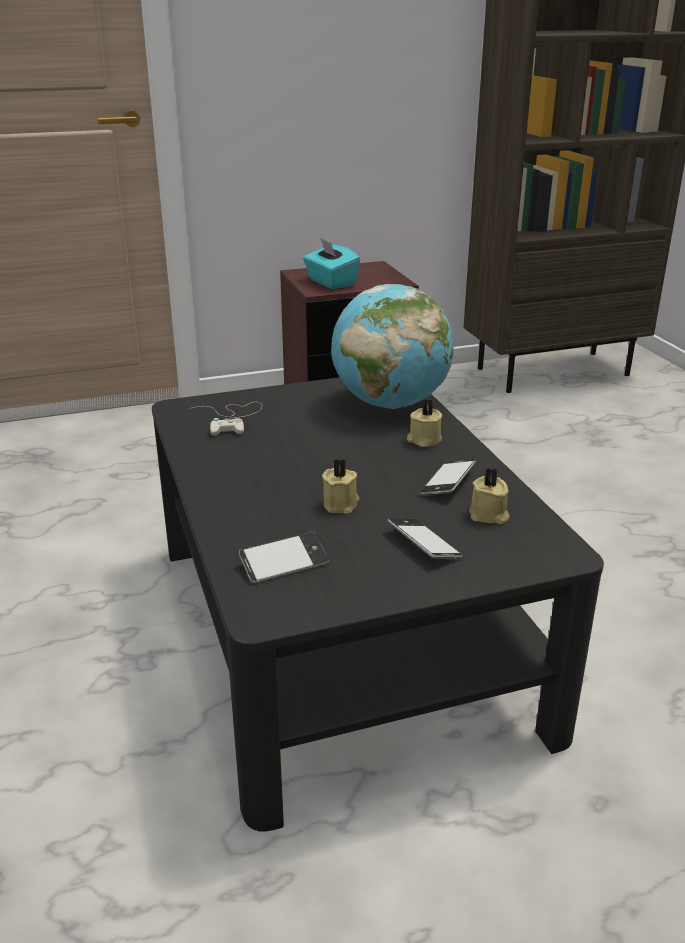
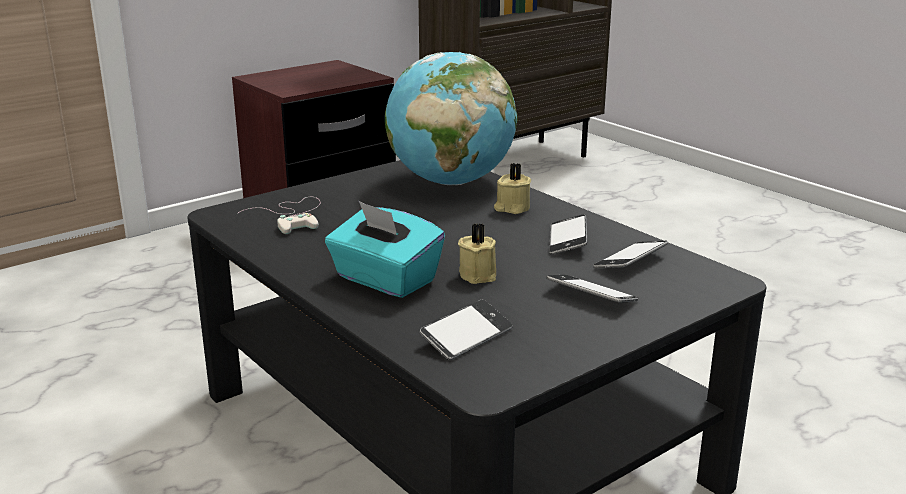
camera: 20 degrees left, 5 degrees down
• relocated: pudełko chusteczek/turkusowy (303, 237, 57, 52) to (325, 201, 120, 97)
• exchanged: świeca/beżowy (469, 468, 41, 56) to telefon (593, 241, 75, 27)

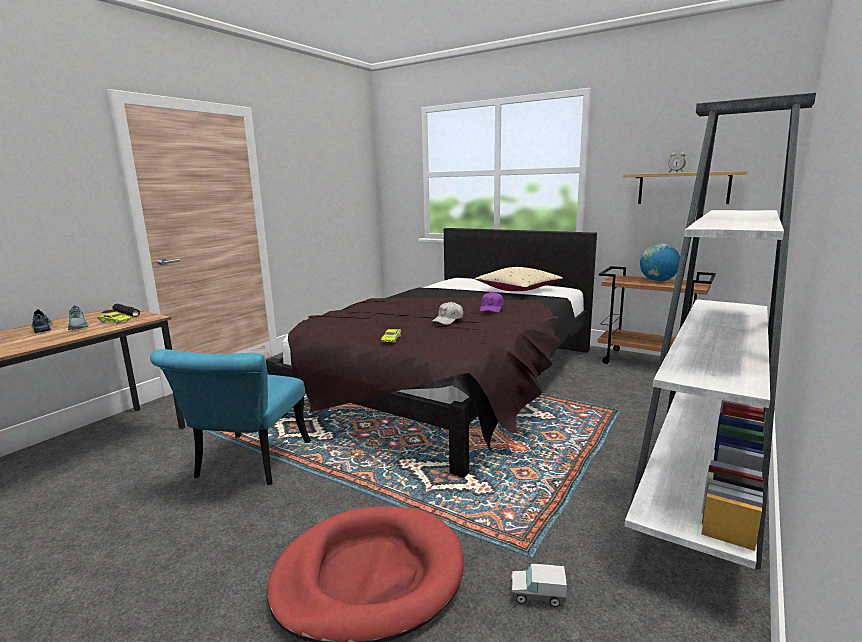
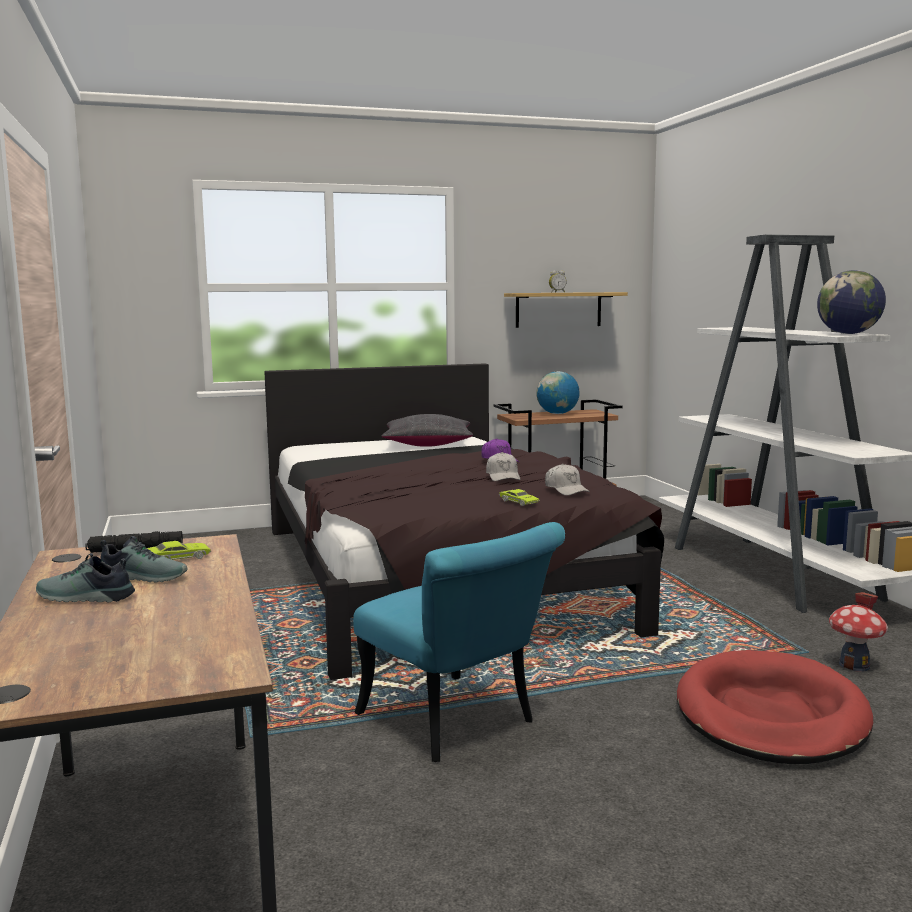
camera: 50 degrees left, 5 degrees down
• colour: poduszka/beżowy (475, 267, 88, 24) to poduszka/czarny (382, 414, 91, 33)
• exchanged: ciężarówka zabawkowa (512, 564, 55, 43) to domek (829, 592, 59, 80)
• appeared: globus (817, 270, 69, 64)
• appeared: czapka z daszkiem/biały (545, 464, 45, 32)

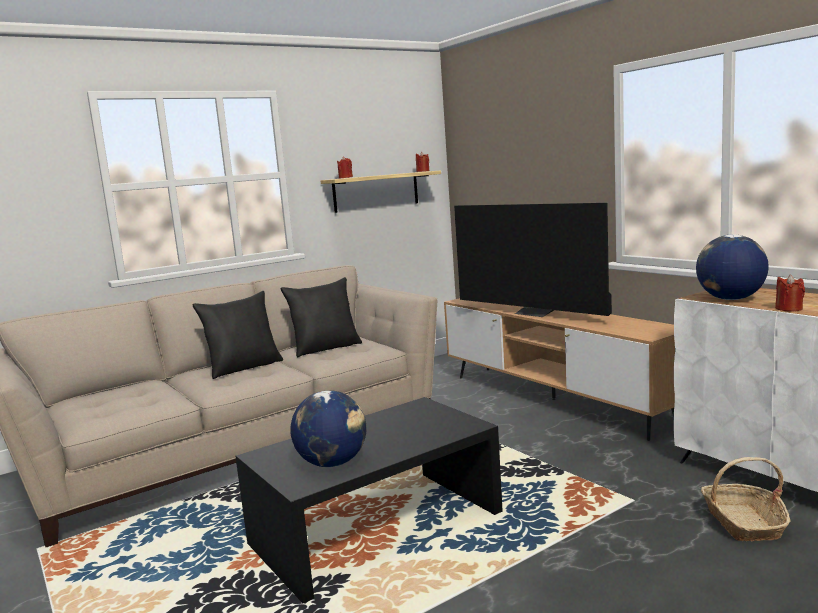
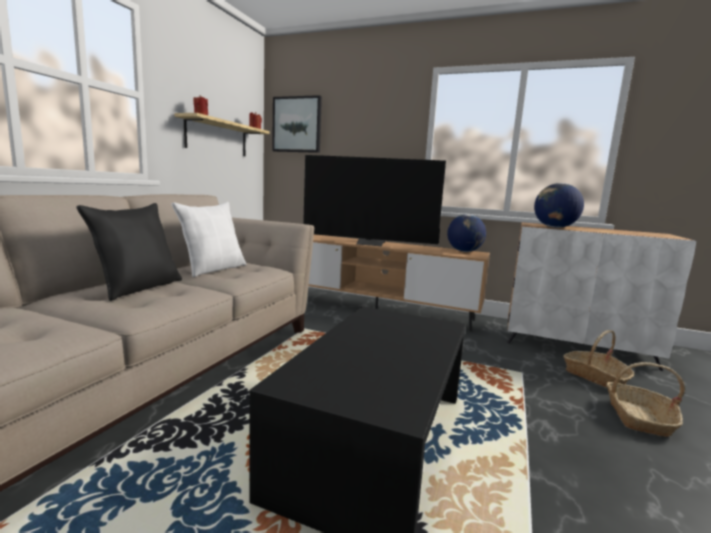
camera: 35 degrees left, 0 degrees up
• missing: świeca/czerwony (775, 275, 30, 37)
• colour: poduszka/czarny (281, 277, 81, 80) to poduszka/biały (172, 202, 74, 75)
• relocated: globus (290, 390, 76, 77) to (447, 214, 39, 38)
• appeared: obraz (272, 95, 50, 58)
• appeared: koszyk (606, 362, 79, 75)

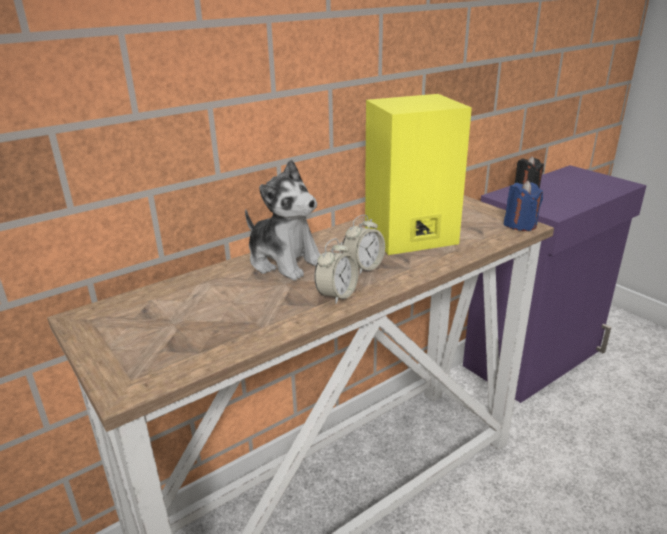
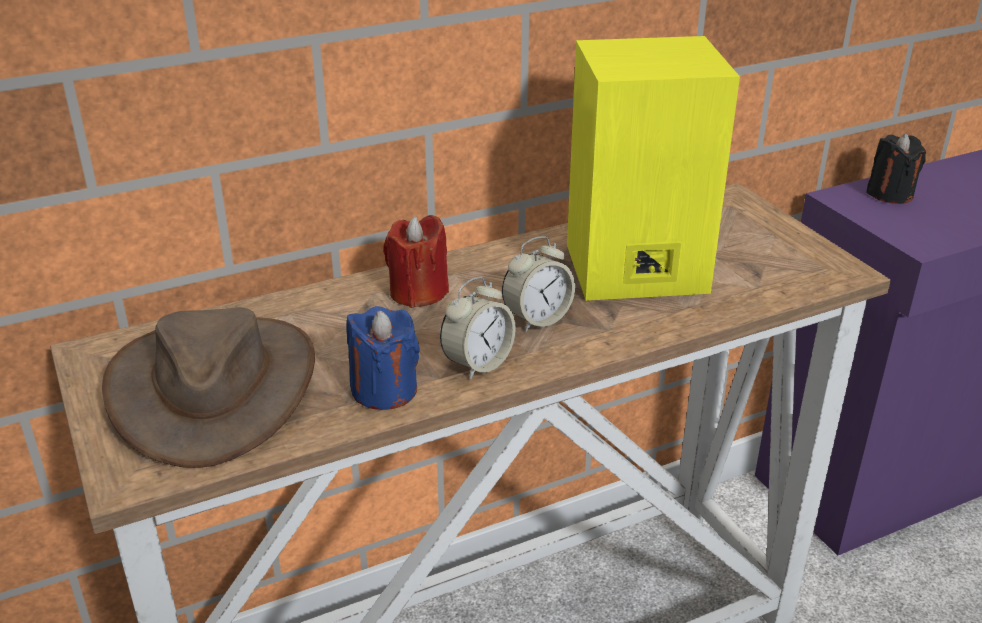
camera: 10 degrees right, 5 degrees up
• exchanged: pluszak (245, 160, 76, 121) to świeca/czerwony (383, 215, 66, 93)
• relocated: świeca/niebieski (504, 181, 39, 50) to (346, 306, 74, 104)
• appeared: kapelusz/brązowy (102, 307, 213, 161)

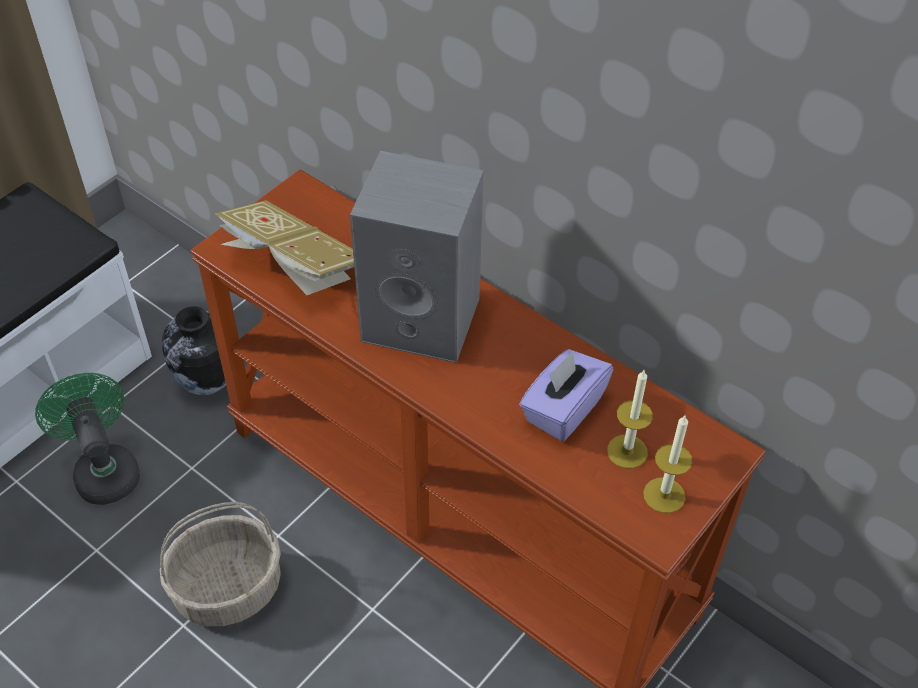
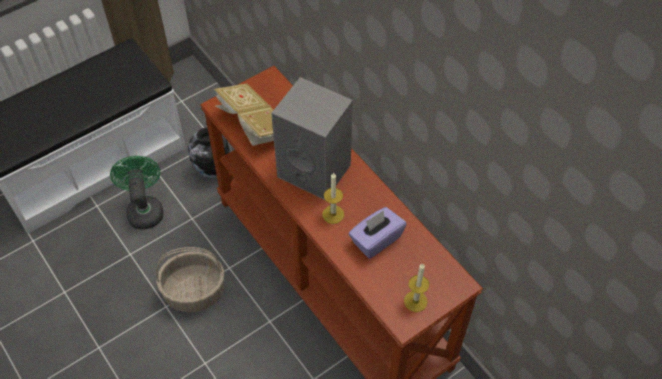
camera: 15 degrees right, 5 degrees up
• relocated: świeca (607, 370, 46, 99) to (322, 172, 22, 52)

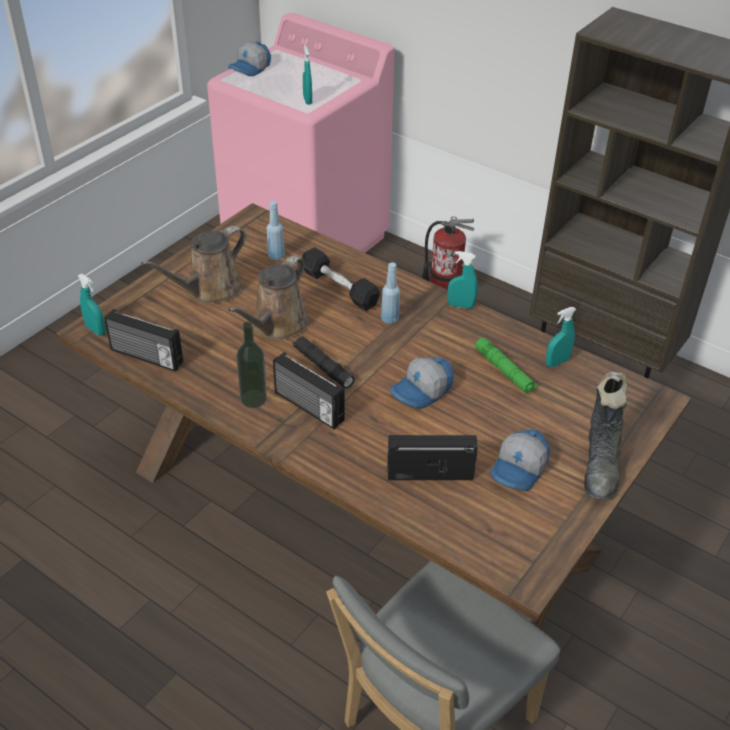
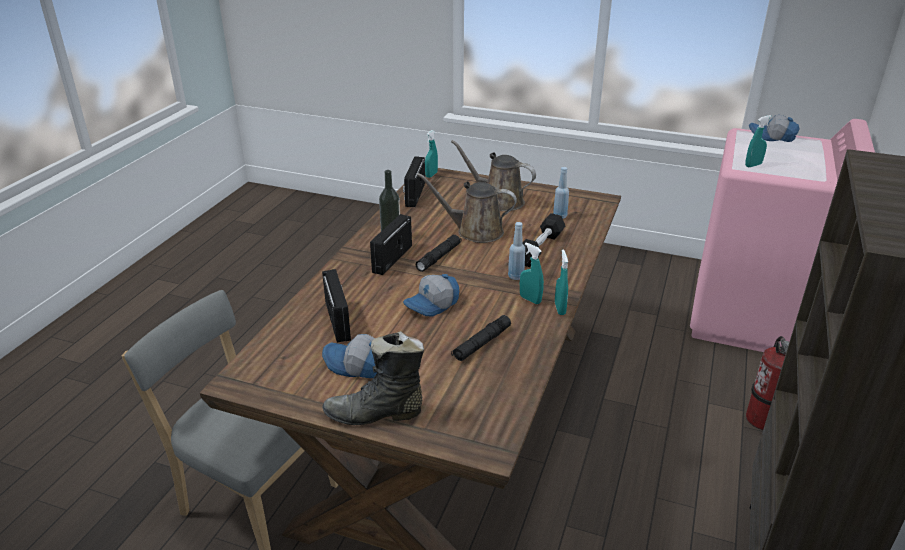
camera: 75 degrees right, 10 degrees down
• relocated: spryskiwacz/turkusowy (546, 307, 30, 60) to (520, 243, 24, 61)
• colour: latarka/zielony (475, 338, 62, 56) to latarka/czarny (451, 315, 60, 46)
• spun: czapka z daszkiem (390, 357, 64, 52) = (403, 274, 56, 42) 75 degrees counterclockwise

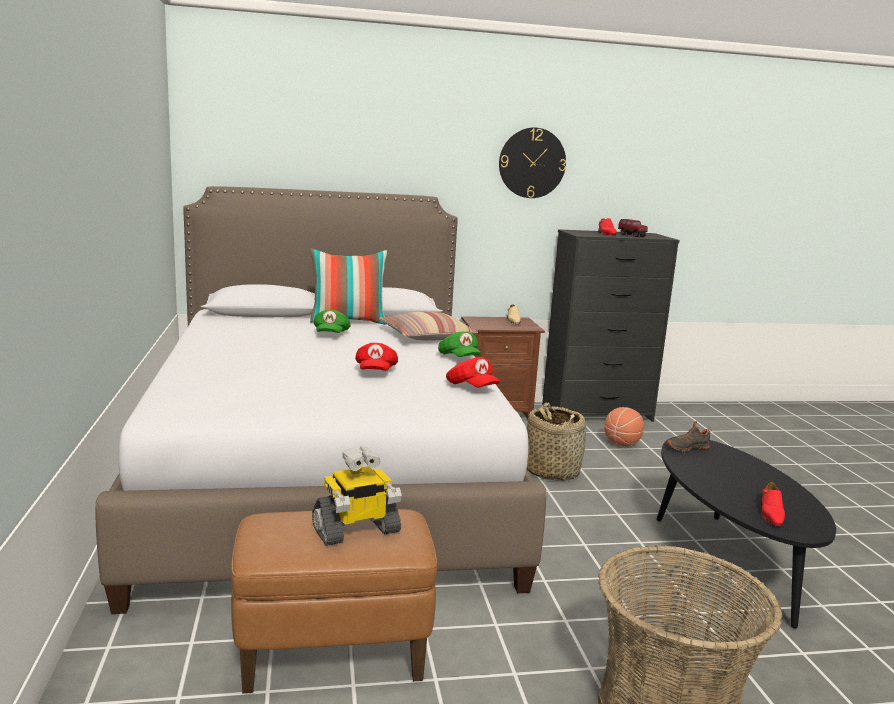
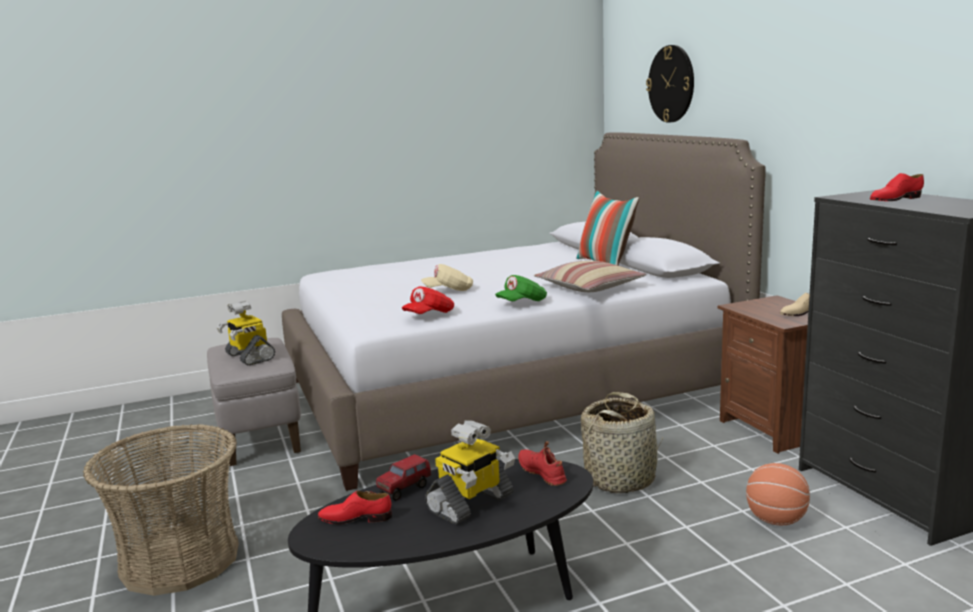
camera: 80 degrees right, 0 degrees up
• relocated: zegar ścienny (499, 127, 67, 71) to (646, 45, 48, 78)
• relocated: ciężarówka zabawkowa (618, 219, 30, 18) to (376, 454, 55, 47)
• missing: czapka z daszkiem/zielony (314, 310, 36, 23)
• colour: czapka z daszkiem/czerwony (355, 343, 43, 28) to czapka z daszkiem/beżowy (421, 264, 52, 27)
• colour: but/czarny (666, 421, 46, 31) to but/czerwony (518, 441, 49, 45)
• colour: pufa/brązowy (231, 509, 206, 185) to pufa/szary (207, 338, 94, 128)
• appeared: robot zabawkowy (425, 420, 90, 105)

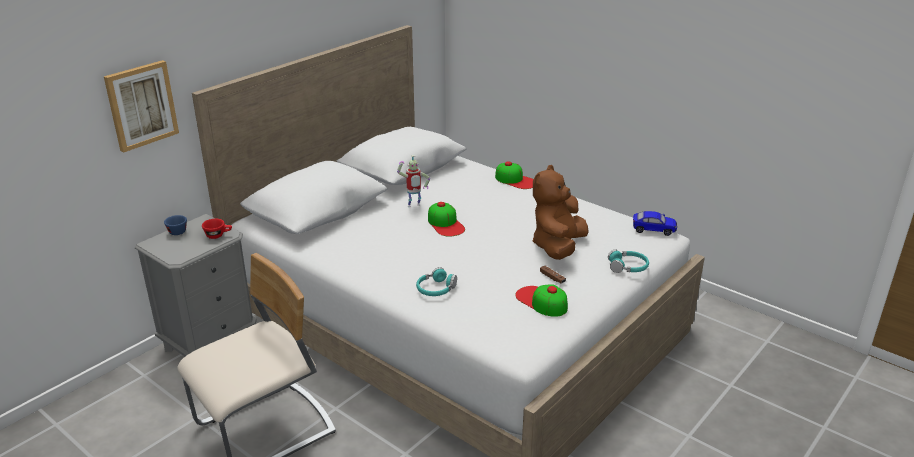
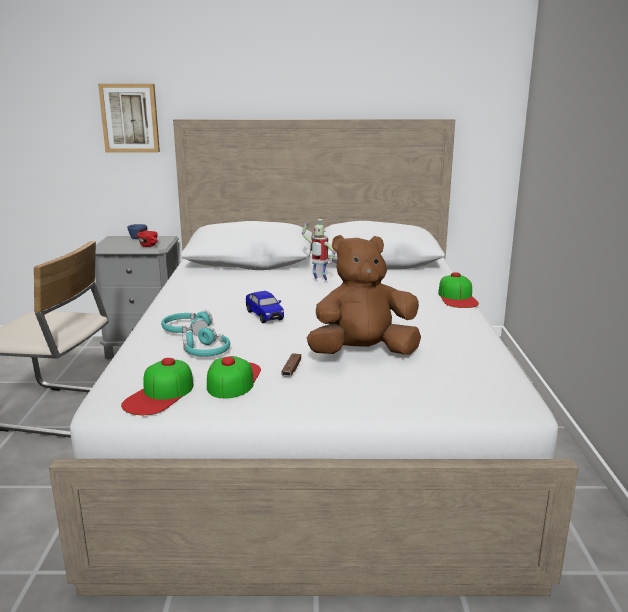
camera: 50 degrees right, 10 degrees down
• relocated: czapka z daszkiem (428, 202, 37, 35) to (121, 358, 73, 57)
• relocated: samochodzik (633, 211, 44, 25) to (246, 291, 38, 32)
• relocated: słuchawki/turkusowy (608, 249, 41, 24) to (182, 326, 48, 30)

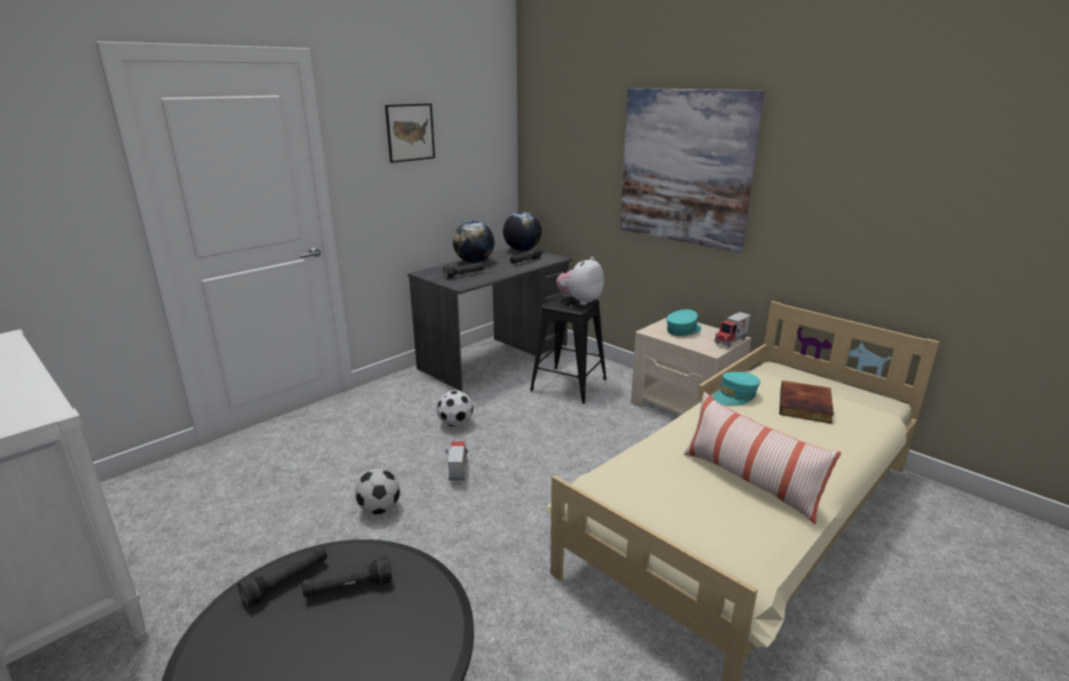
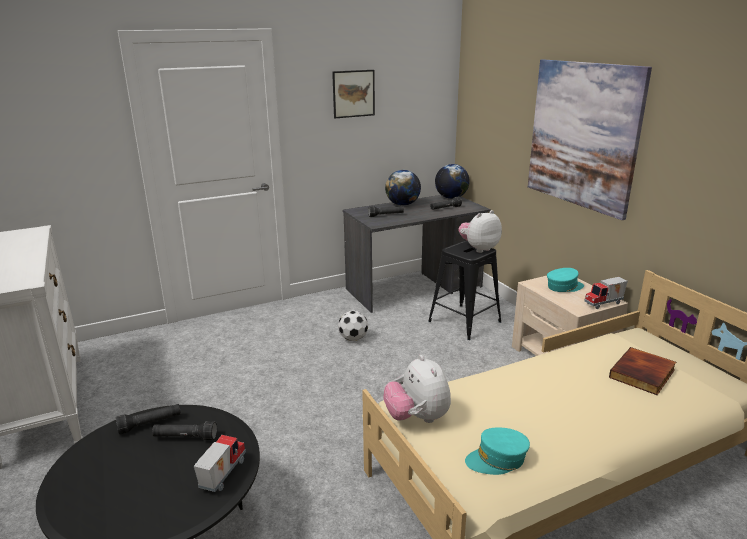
camera: 20 degrees right, 0 degrees up
• relocated: czapka z daszkiem/turkusowy (713, 372, 47, 33) to (465, 427, 65, 48)
• missing: poduszka (684, 392, 157, 132)
• relocated: ciężarówka zabawkowa (446, 441, 22, 39) to (194, 435, 52, 57)
• missing: piłka futbolowa (355, 469, 45, 45)
• appeared: pluszak (383, 355, 68, 68)

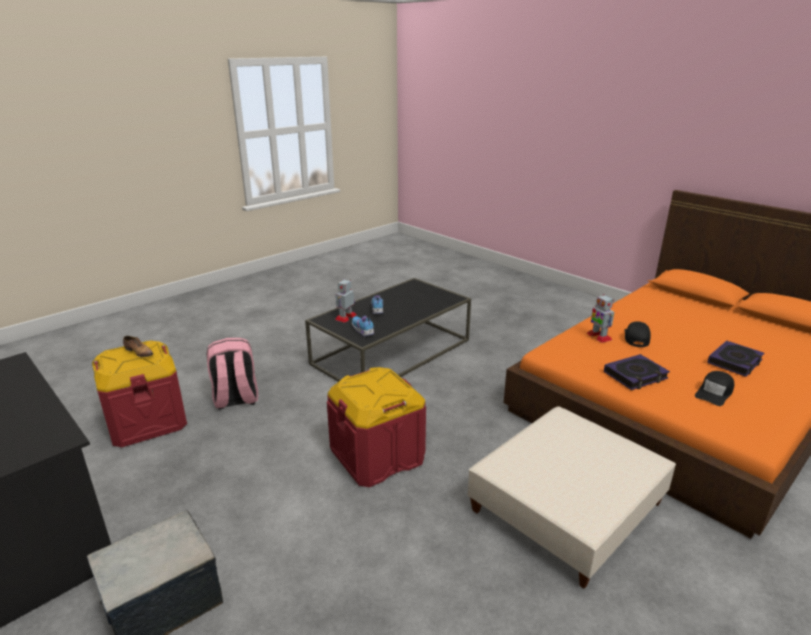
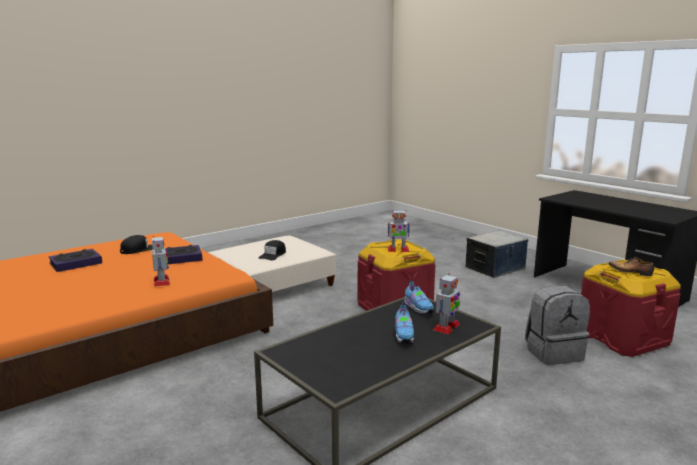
camera: 175 degrees left, 10 degrees down
• relocated: czapka z daszkiem/czarny (624, 321, 27, 26) to (259, 240, 27, 20)
• colour: plecak/różowy (207, 338, 51, 71) to plecak/szary (525, 285, 65, 80)
• appeared: robot zabawkowy (388, 210, 22, 42)

